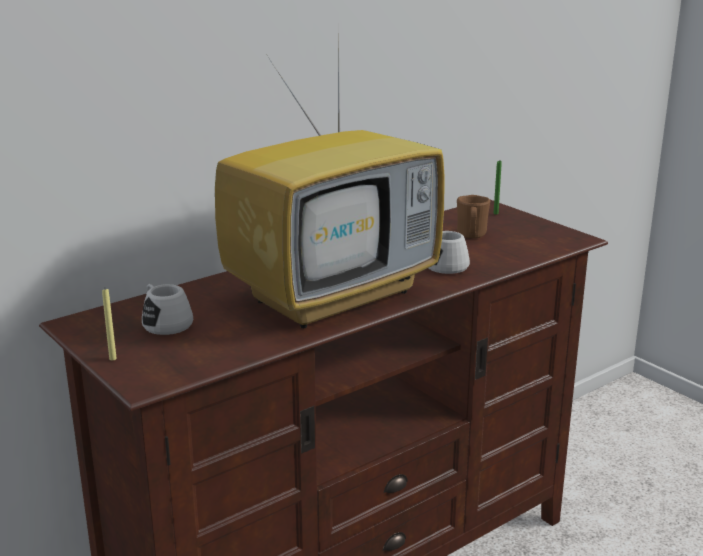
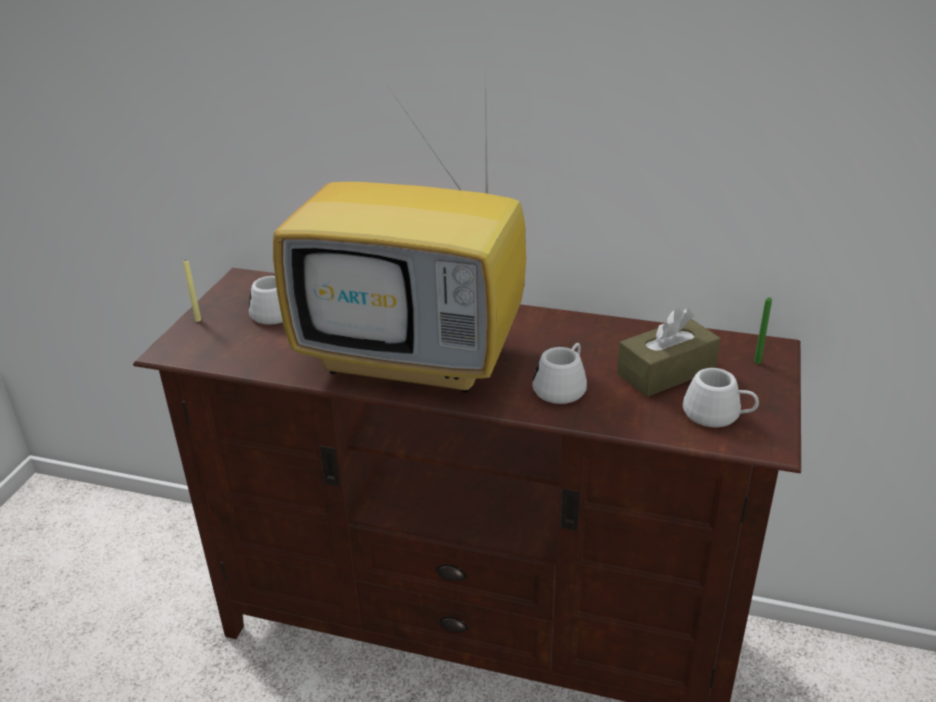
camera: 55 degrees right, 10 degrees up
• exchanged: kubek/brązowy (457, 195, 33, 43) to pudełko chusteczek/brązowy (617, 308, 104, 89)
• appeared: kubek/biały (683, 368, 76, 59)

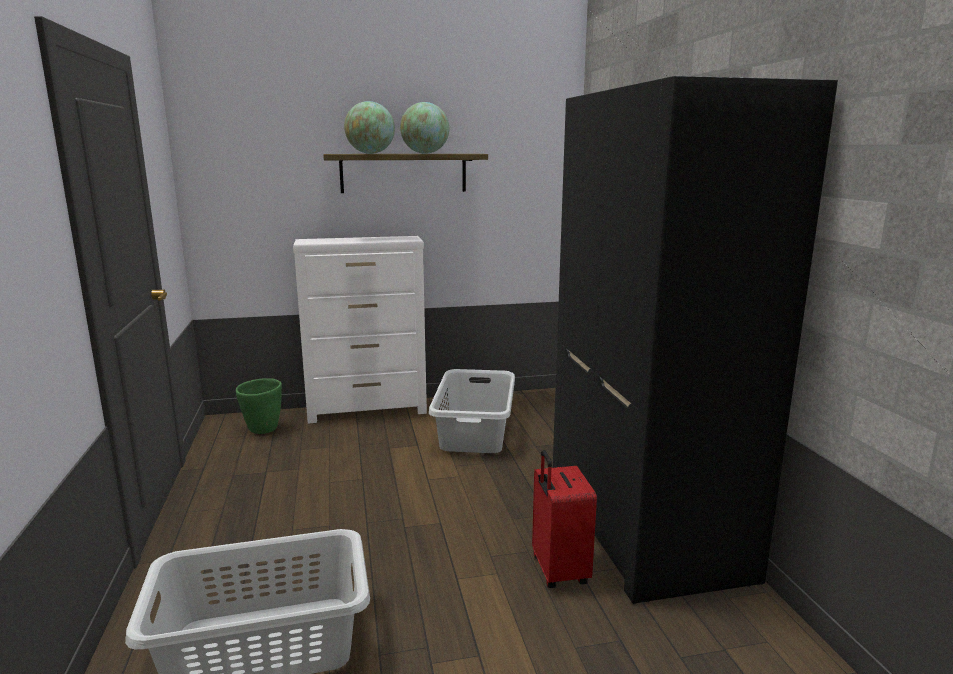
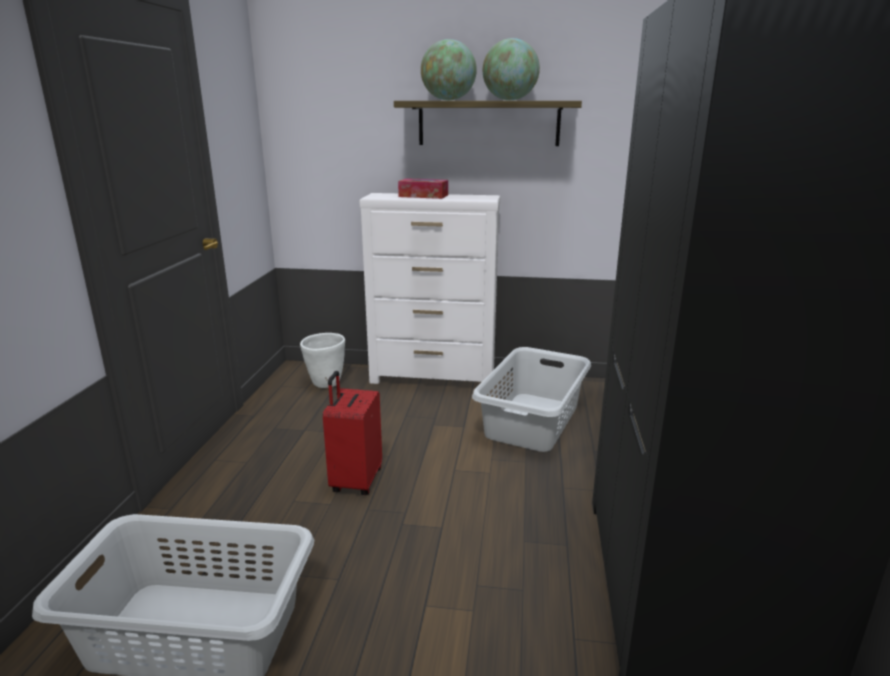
camera: 20 degrees right, 5 degrees up
• colour: donica/zielony (236, 378, 46, 56) to donica/biały (300, 333, 45, 55)
• relocated: walizka/czerwony (532, 450, 65, 138) to (323, 371, 59, 124)
• appeared: pudełko chusteczek (398, 178, 50, 21)

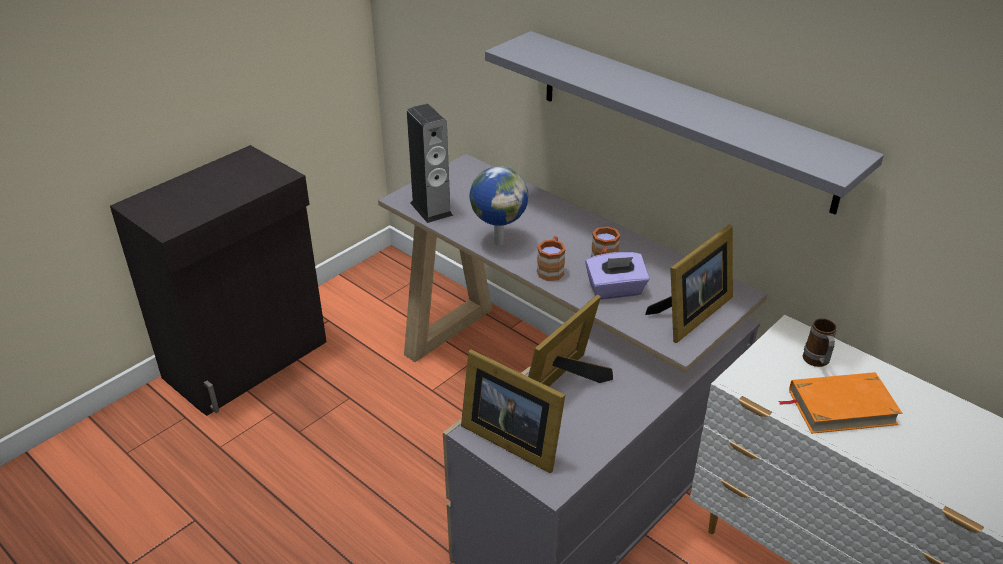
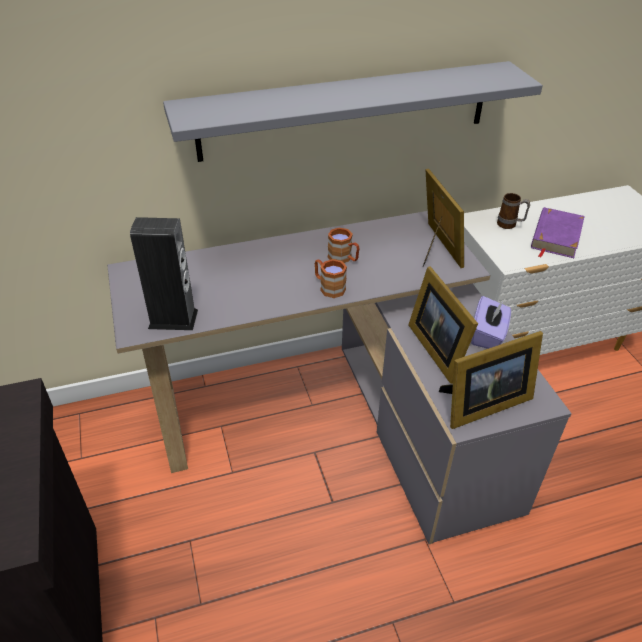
camera: 60 degrees left, 5 degrees up
• missing: globus (469, 166, 60, 80)
• relocated: pudełko chusteczek/fioletowy (585, 252, 64, 48) to (471, 296, 40, 53)
• colour: książka/pomarańczowy (779, 372, 123, 61) to książka/fioletowy (531, 207, 54, 51)

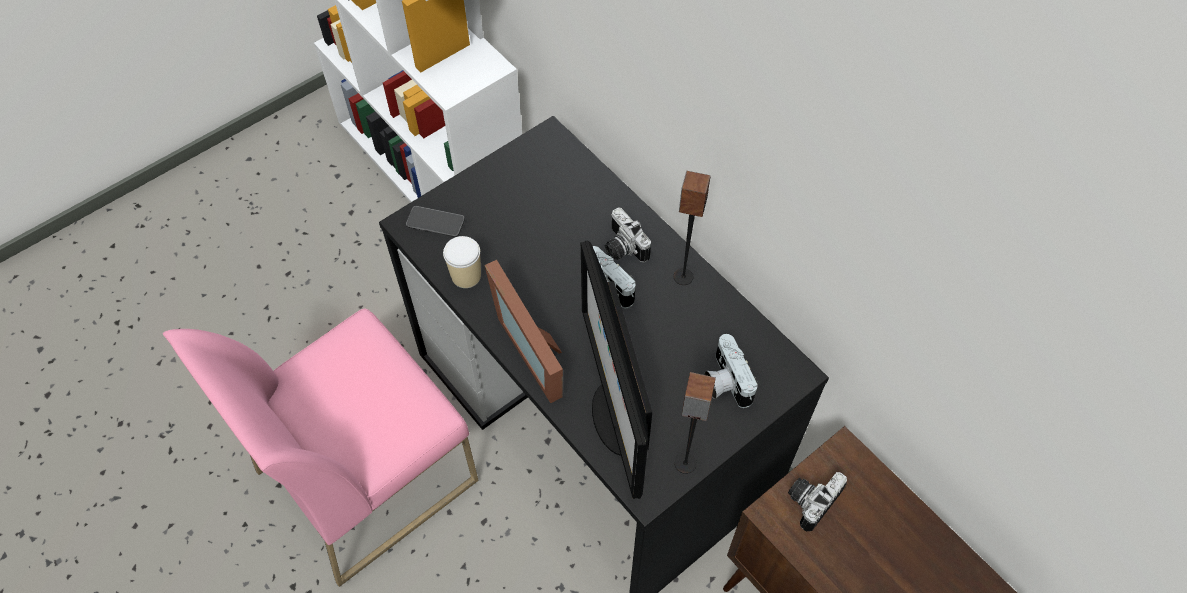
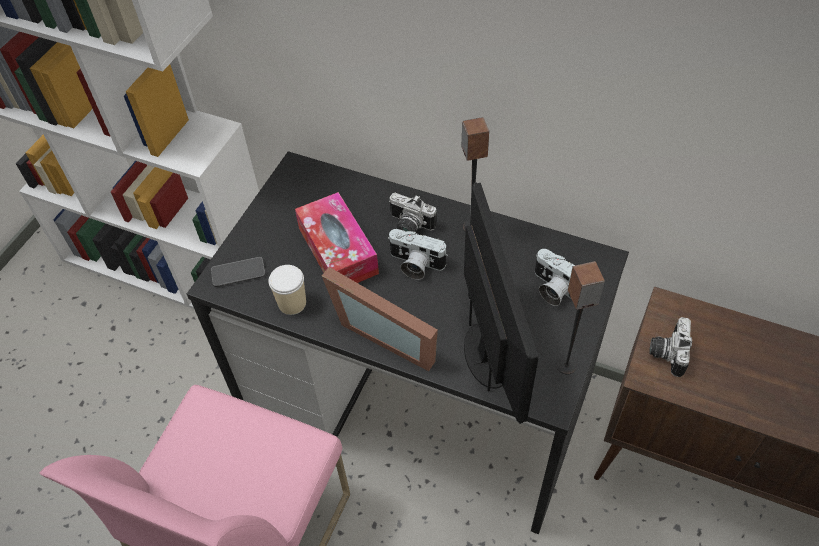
camera: 25 degrees left, 5 degrees down
• spun: monitor (581, 240, 71, 259) = (464, 182, 75, 242) 150 degrees counterclockwise
• appeared: pudełko chusteczek (295, 192, 84, 91)

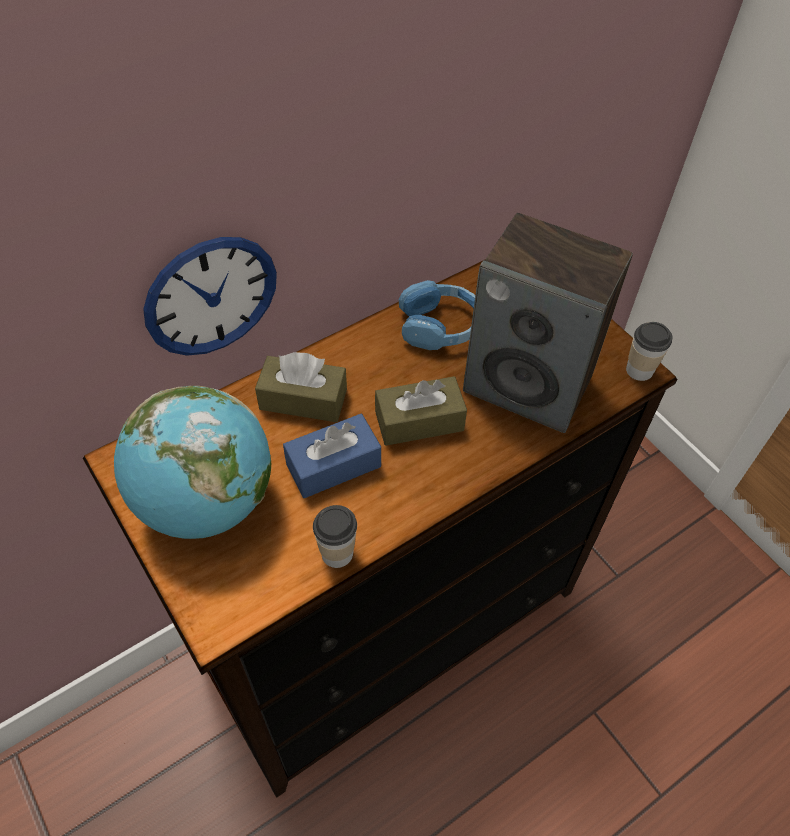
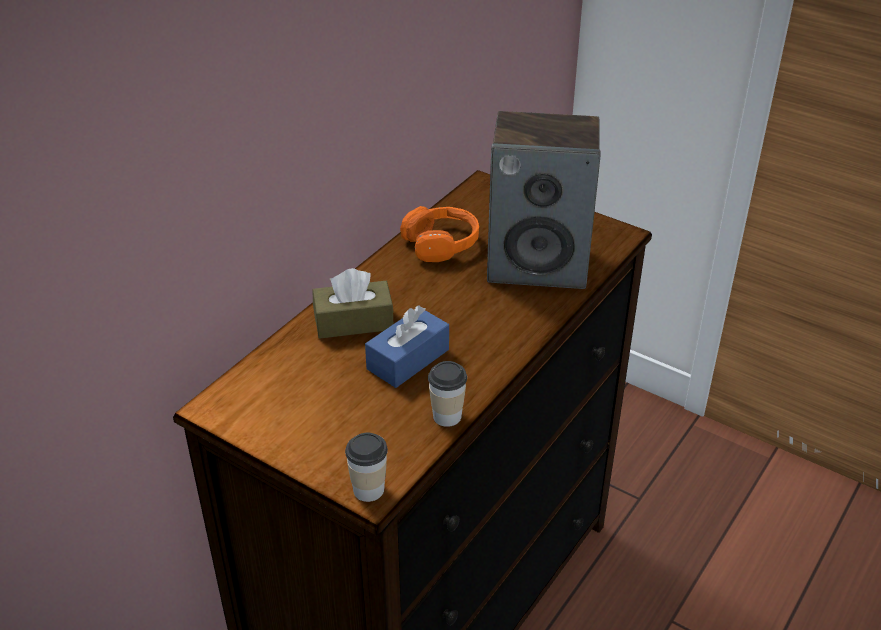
camera: 20 degrees left, 15 degrees down
• missing: zegar ścienny (143, 237, 134, 119)
• colour: słuchawki/niebieski (399, 280, 76, 70) to słuchawki/pomarańczowy (400, 206, 79, 56)
• relocated: filiżanka (626, 322, 46, 59) to (345, 433, 43, 69)
• missing: pudełko chusteczek/brązowy (375, 376, 92, 70)
• missing: globus (114, 386, 157, 153)

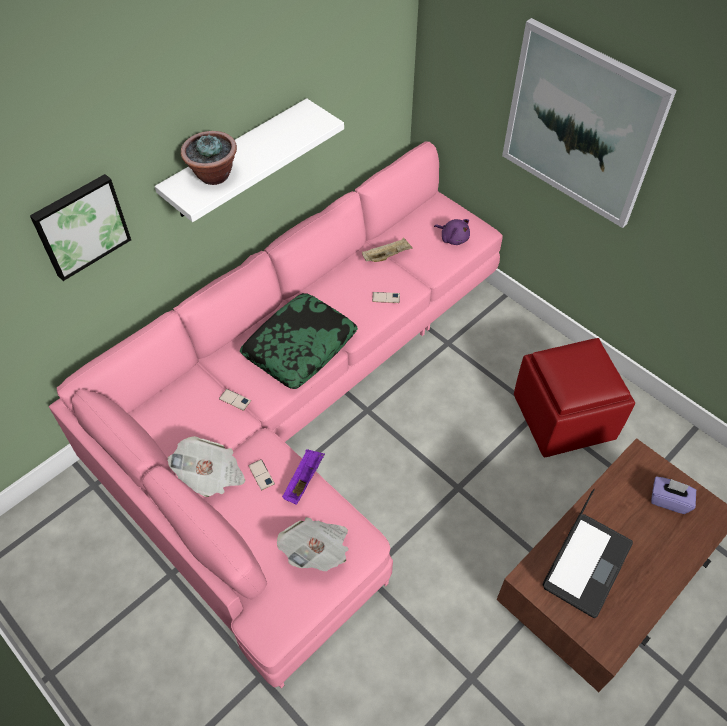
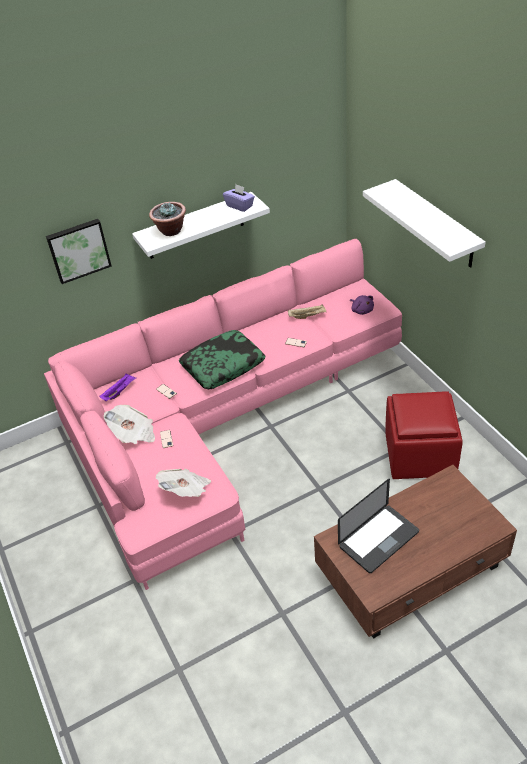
camera: 20 degrees right, 10 degrees down
• exchanged: obraz (502, 18, 175, 210) to półka/biały (363, 179, 123, 89)
• relocated: taca/fioletowy (282, 449, 43, 56) to (100, 374, 36, 27)
• relocated: pudełko chusteczek/fioletowy (651, 476, 45, 38) to (223, 184, 32, 28)

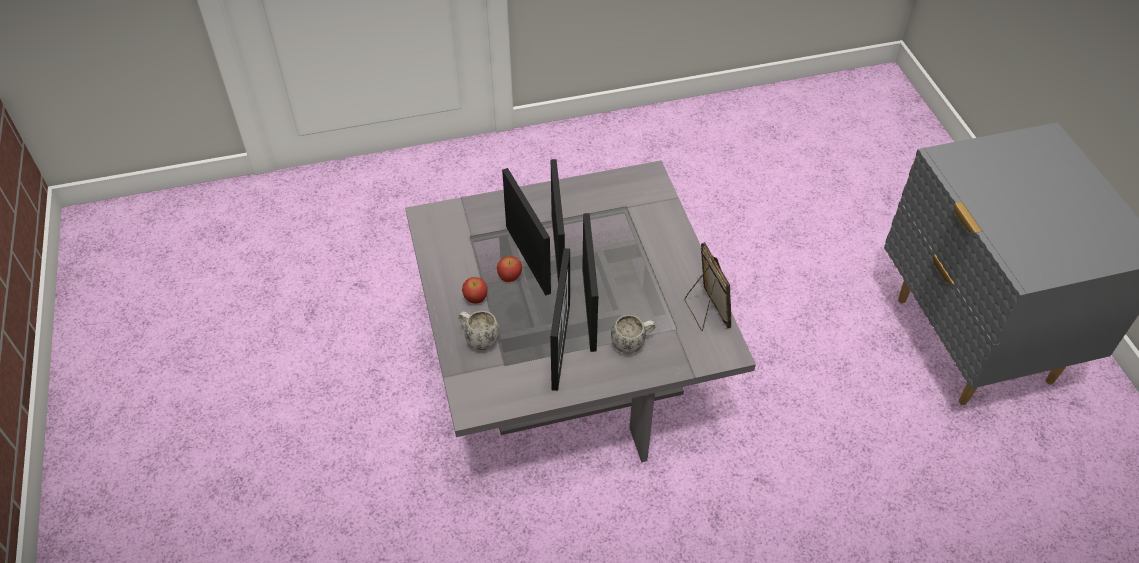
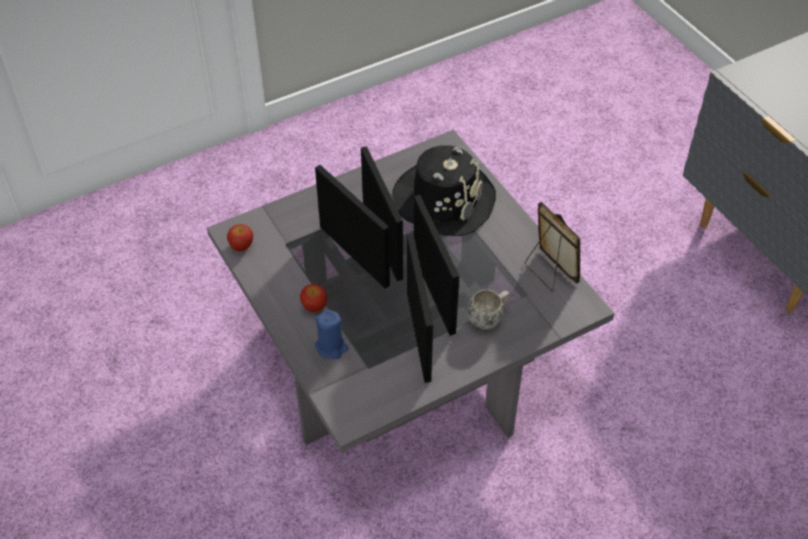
camera: 15 degrees left, 0 degrees up
• relocated: jabłko (497, 256, 25, 26) to (227, 224, 26, 28)
• exchanged: kubek/biały (458, 311, 41, 39) to świeca/niebieski (315, 310, 33, 49)
• appeared: kapelusz/czarny (392, 145, 104, 91)

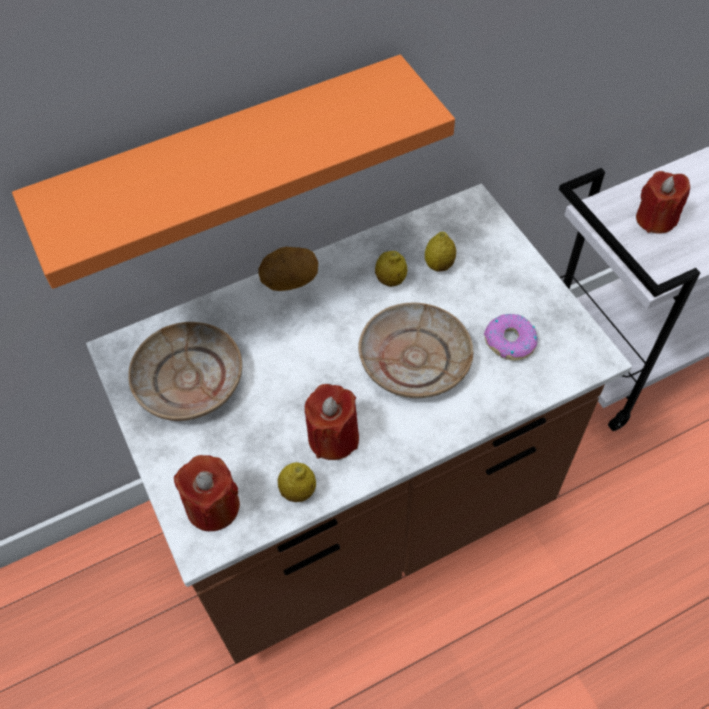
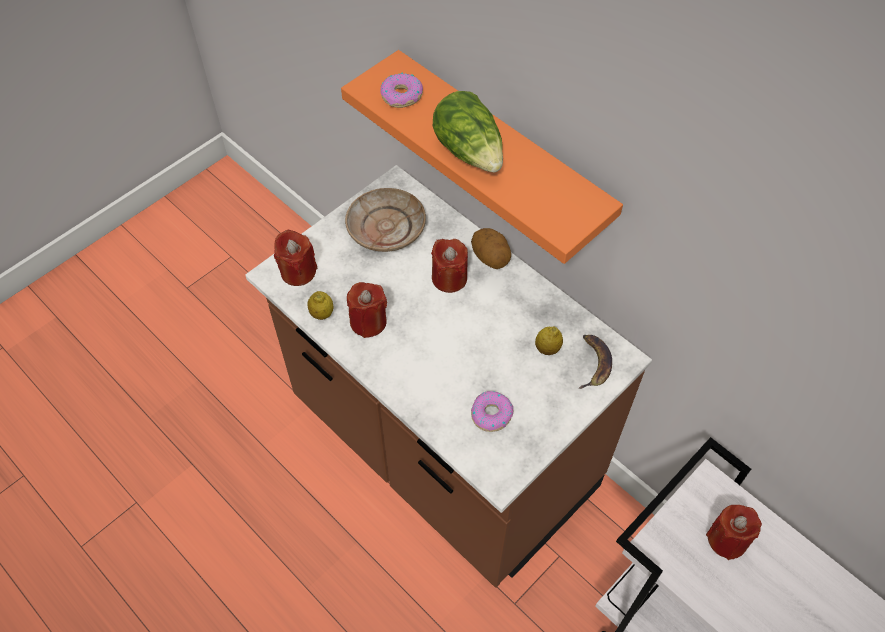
camera: 70 degrees right, 0 degrees up
• missing: cytryna (375, 251, 32, 36)
• missing: talerz/beżowy (358, 303, 115, 95)
• appeared: donut (381, 73, 42, 35)
• appeared: sałata (433, 91, 70, 82)
• appeared: świeca/czerwony (431, 239, 37, 54)
• appeared: banan (579, 335, 33, 54)

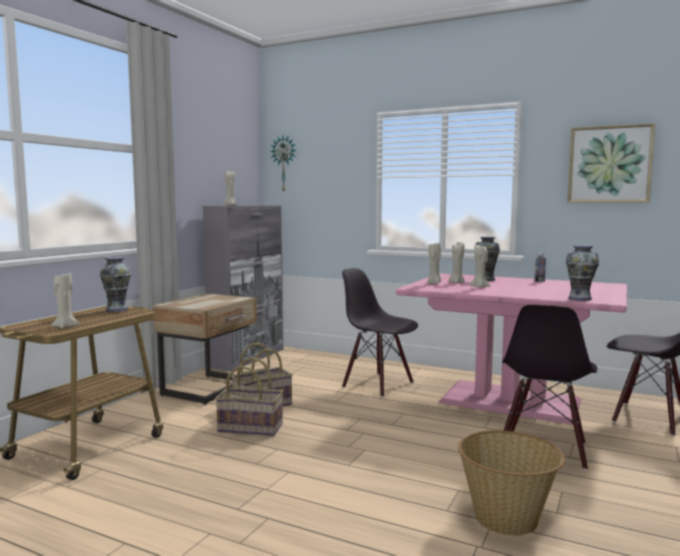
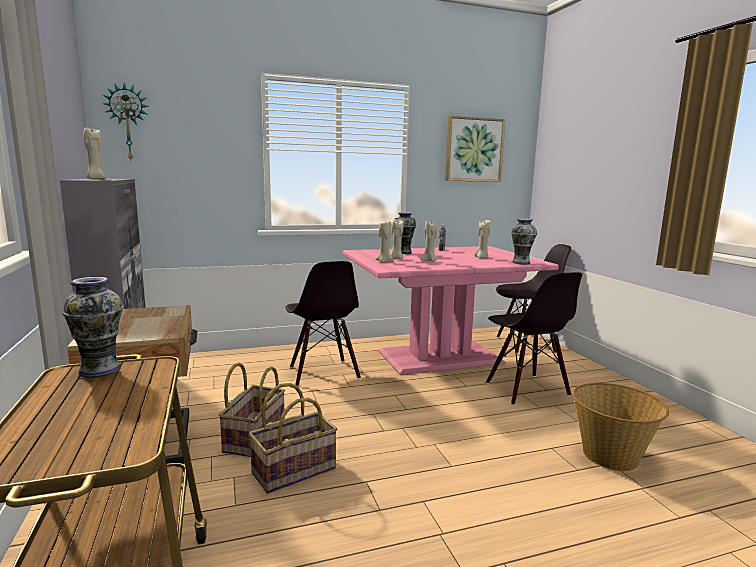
camera: 45 degrees left, 5 degrees up
• spun: krzesło/czarny (342, 268, 76, 129) = (285, 261, 76, 125) 105 degrees counterclockwise
• relocated: świeca/beżowy (51, 273, 28, 56) to (474, 220, 17, 38)

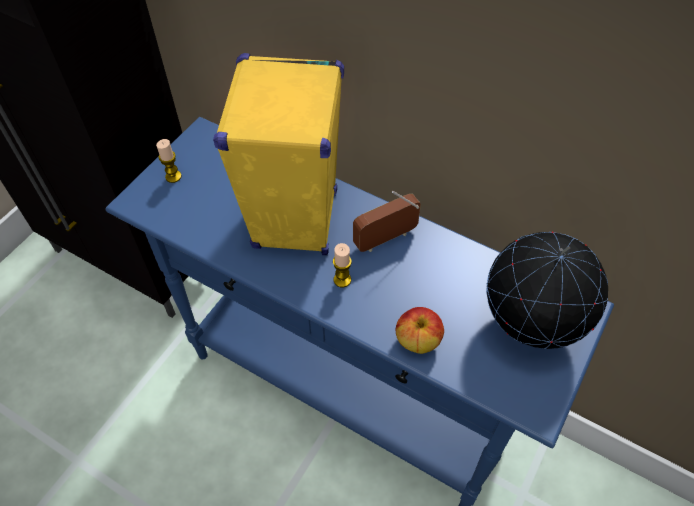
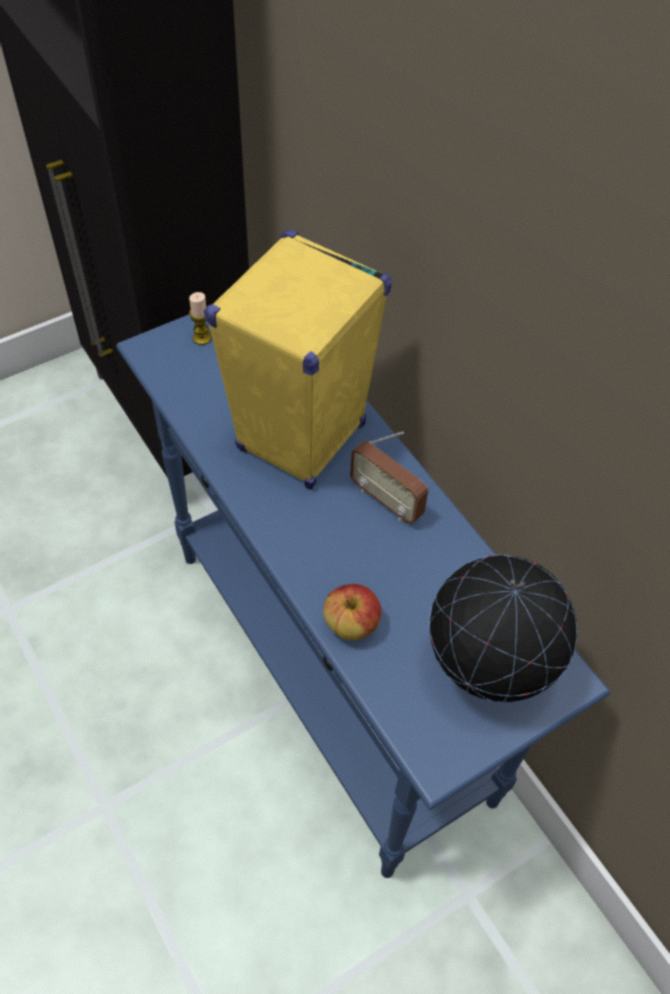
camera: 25 degrees right, 0 degrees up
• spun: radio (353, 191, 68, 61) = (350, 431, 78, 93) 135 degrees counterclockwise
• missing: świeca (333, 243, 19, 44)

